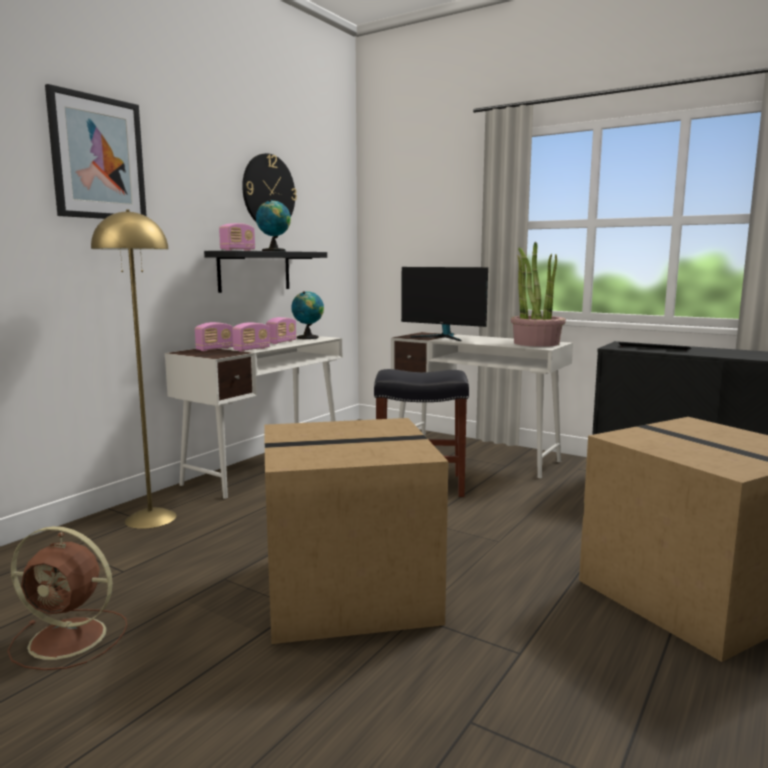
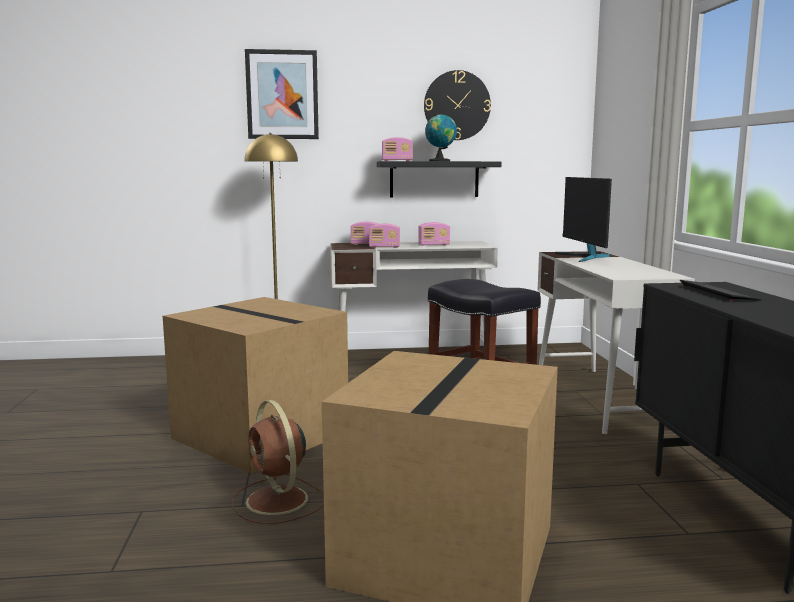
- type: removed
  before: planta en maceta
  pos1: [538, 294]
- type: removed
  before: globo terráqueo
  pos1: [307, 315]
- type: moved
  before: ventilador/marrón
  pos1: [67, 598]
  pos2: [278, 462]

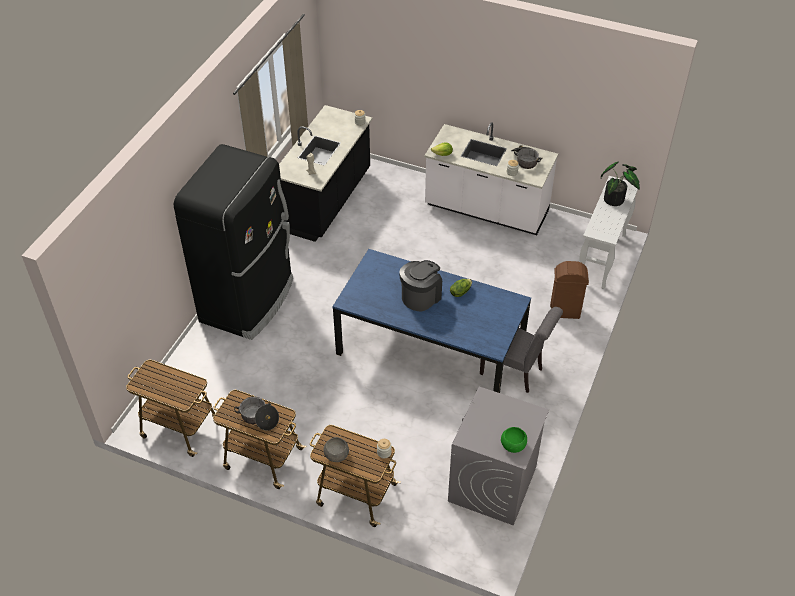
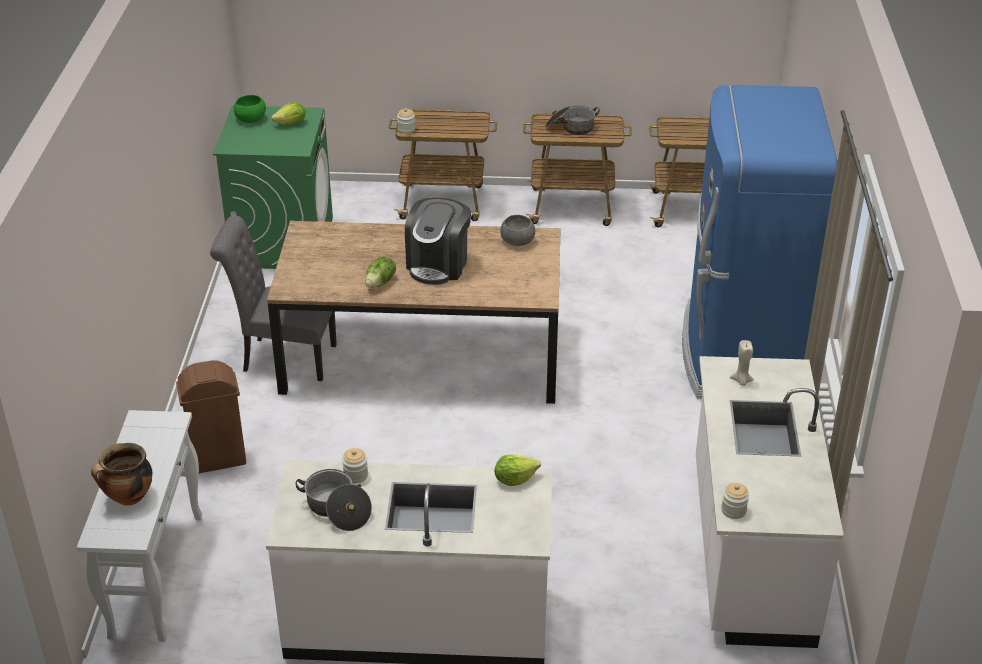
- type: recoloured
  before: mueble bajo de cocina/negro
  after: mueble bajo de cocina/blanco
  pos1: [325, 173]
  pos2: [770, 502]
- type: recoloured
  before: nevera/negro
  after: nevera/azul
  pos1: [233, 242]
  pos2: [759, 242]
- type: replaced
  before: planta en maceta
  after: olla
  pos1: [620, 184]
  pos2: [121, 474]
- type: recoloured
  before: mesa de comedor/azul
  after: mesa de comedor/marrón
  pos1: [431, 321]
  pos2: [414, 312]
- type: recoloured
  before: lavadora/gris
  after: lavadora/verde
  pos1: [498, 456]
  pos2: [273, 187]
- type: moved
  before: cuenco/gris
  pos1: [336, 449]
  pos2: [517, 230]
- type: added
  after: lechuga
  pos2: [288, 113]

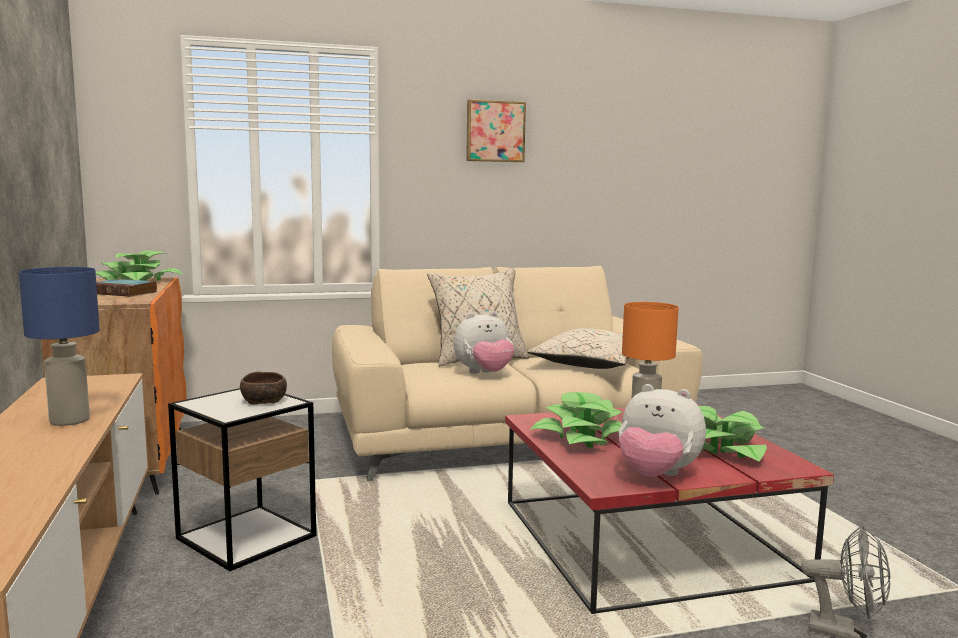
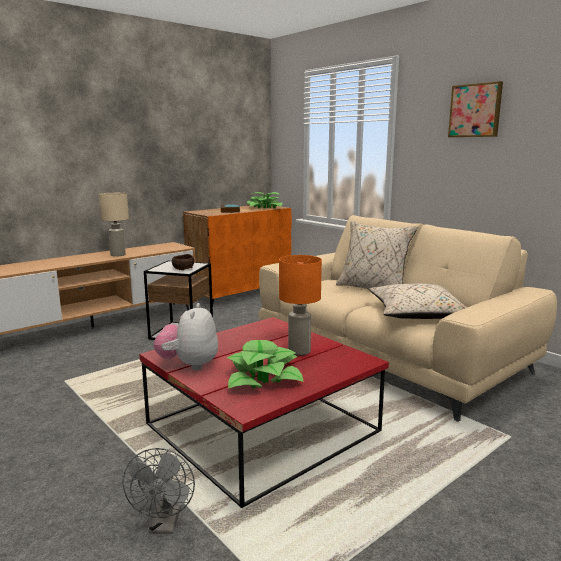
- type: recoloured
  before: lámpara de mesa/azul
  after: lámpara de mesa/beis
  pos1: [59, 346]
  pos2: [114, 225]
- type: removed
  before: peluche
  pos1: [484, 343]
- type: removed
  before: planta en maceta
  pos1: [577, 420]

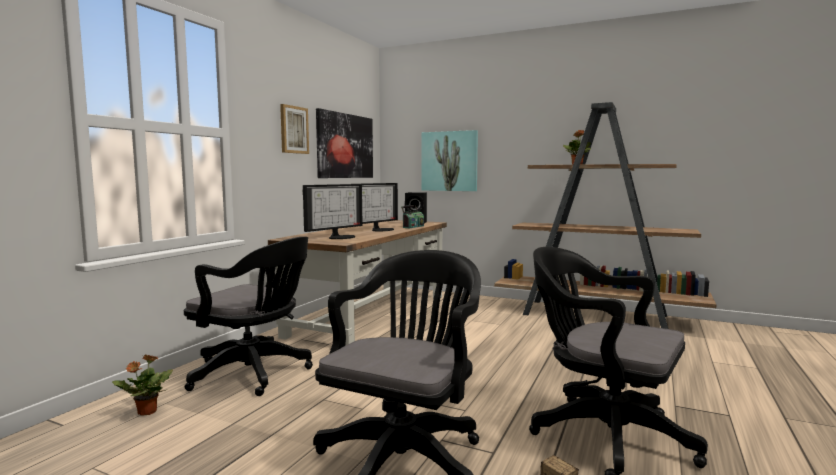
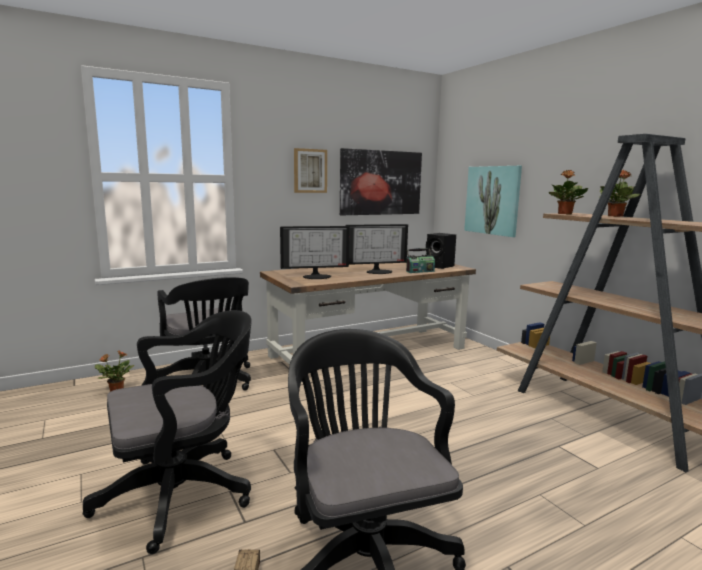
- type: added
  after: planta en maceta
  pos2: [568, 192]

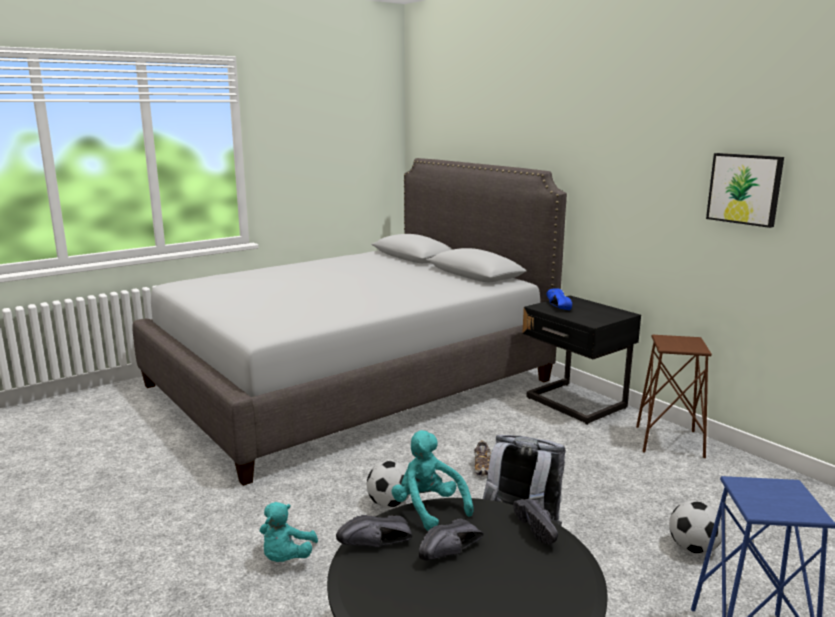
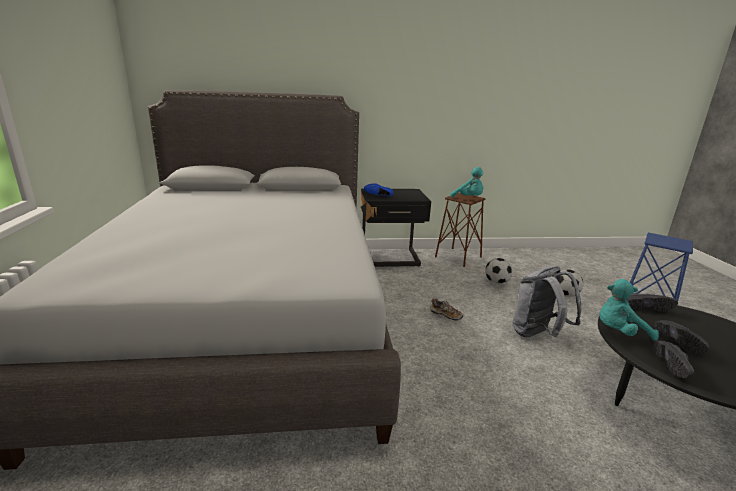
- type: removed
  before: cuadro
  pos1: [745, 190]
- type: moved
  before: balón de fútbol
  pos1: [388, 484]
  pos2: [498, 271]
- type: moved
  before: peluche/turquesa
  pos1: [289, 532]
  pos2: [467, 182]

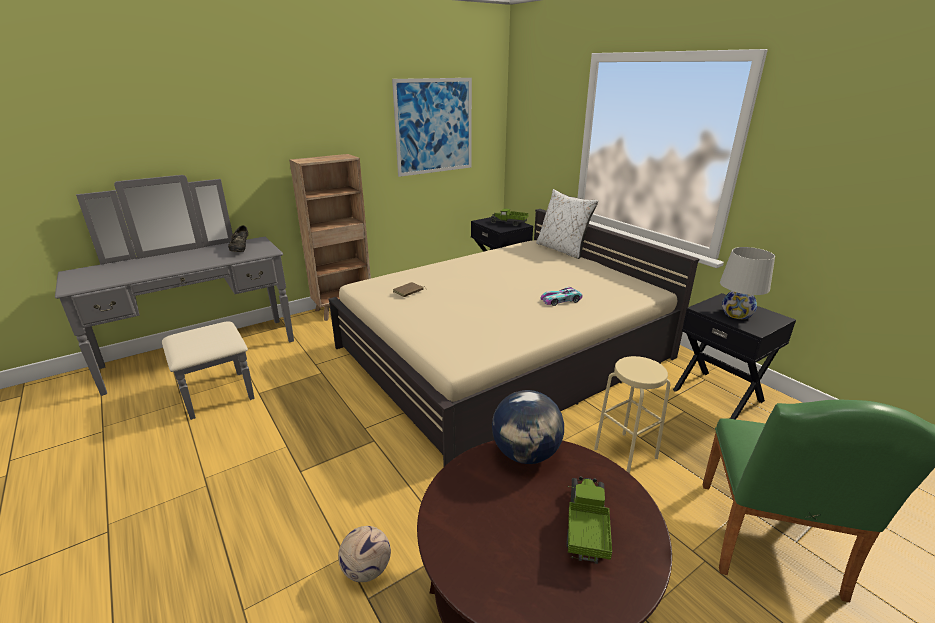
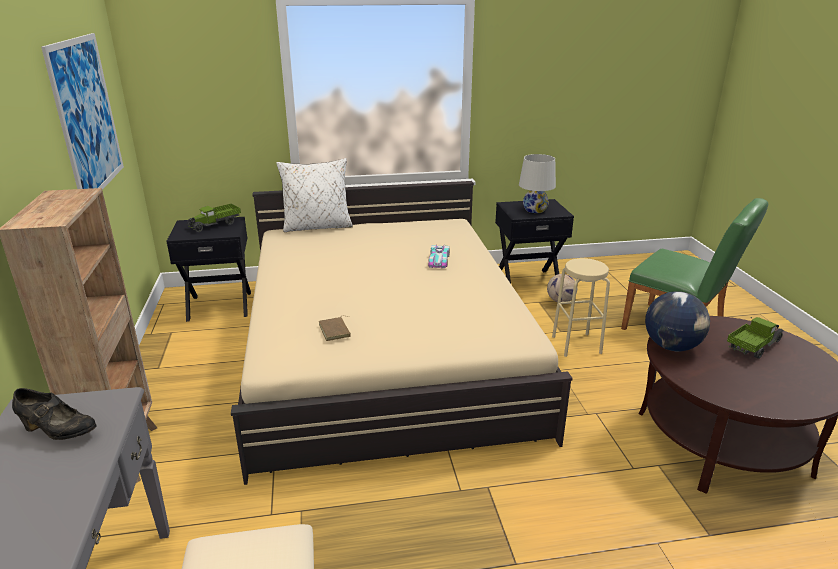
- type: turned
  before: camión de juguete
  pos1: [589, 520]
  pos2: [755, 338]
  turn: 105
- type: moved
  before: balón de fútbol
  pos1: [364, 554]
  pos2: [562, 288]

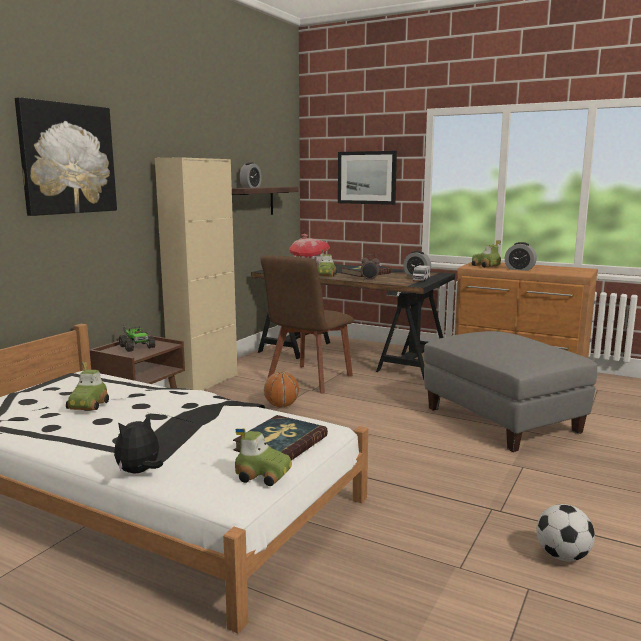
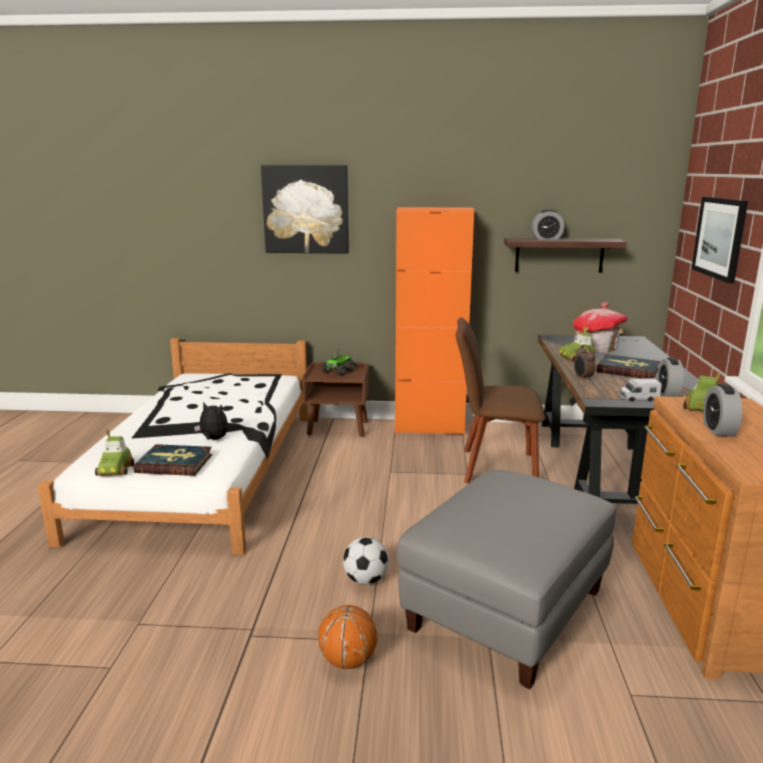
- type: recoloured
  before: armario/beis
  after: armario/naranja
  pos1: [196, 273]
  pos2: [434, 321]
- type: removed
  before: coche de juguete
  pos1: [87, 386]
- type: moved
  before: balón de baloncesto
  pos1: [281, 389]
  pos2: [347, 637]
- type: moved
  before: peluche
  pos1: [138, 444]
  pos2: [211, 421]
- type: moved
  before: balón de fútbol
  pos1: [565, 532]
  pos2: [366, 561]

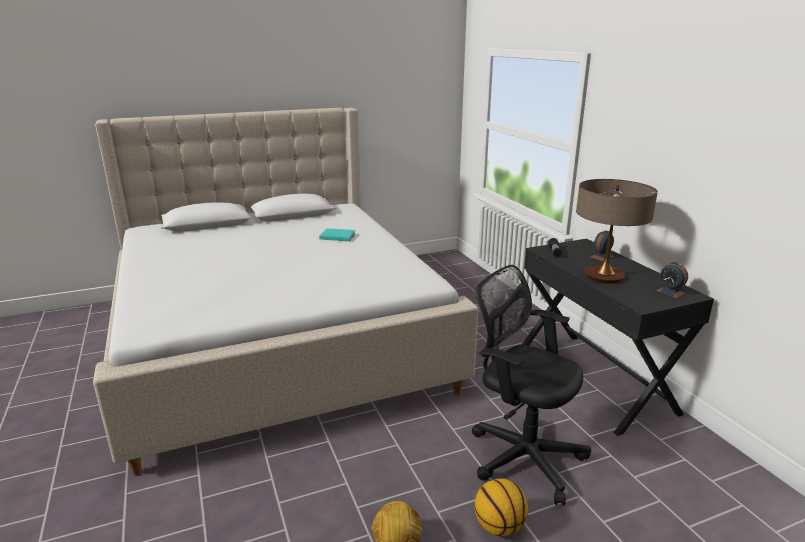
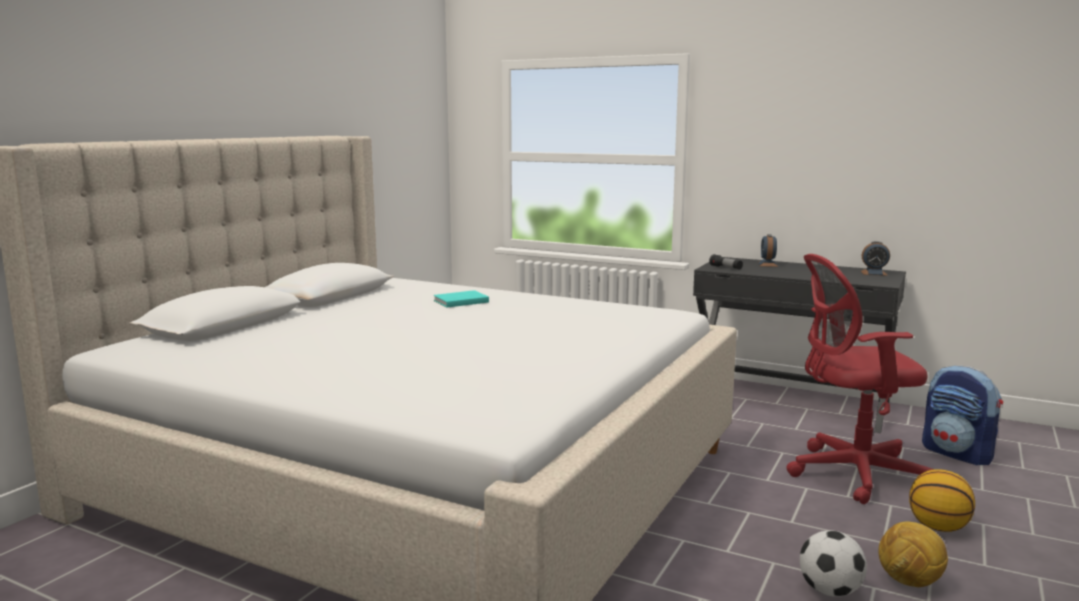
- type: removed
  before: lámpara de mesa
  pos1: [617, 231]
- type: recoloured
  before: silla de oficina/negro
  after: silla de oficina/rojo
  pos1: [531, 385]
  pos2: [860, 379]
- type: added
  after: mochila
  pos2: [962, 415]
- type: added
  after: balón de fútbol
  pos2: [833, 563]

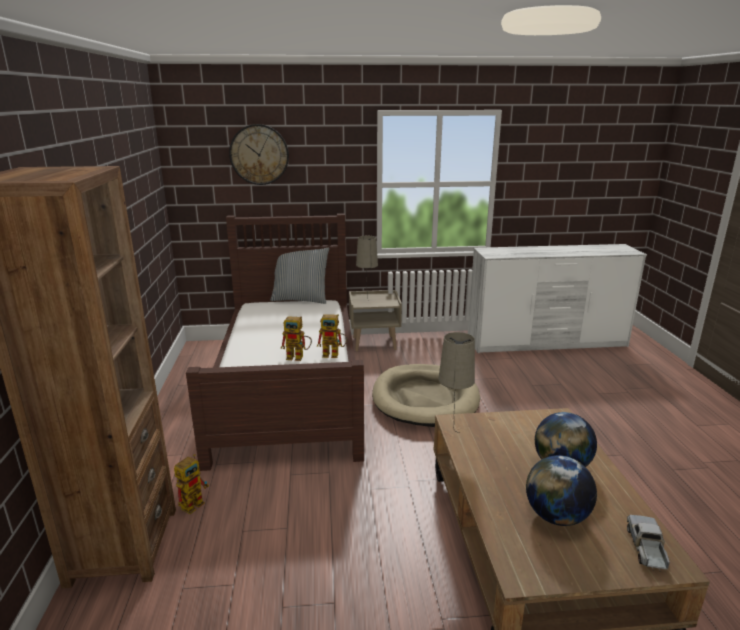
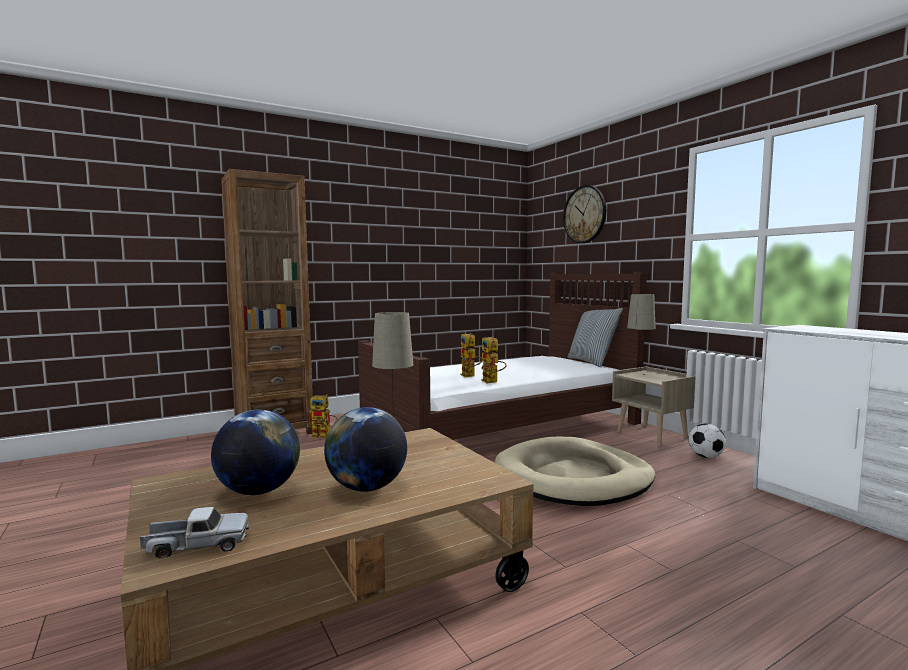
- type: added
  after: balón de fútbol
  pos2: [707, 441]

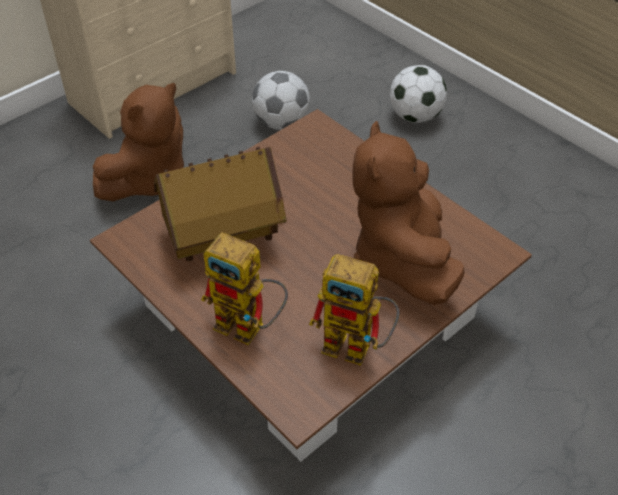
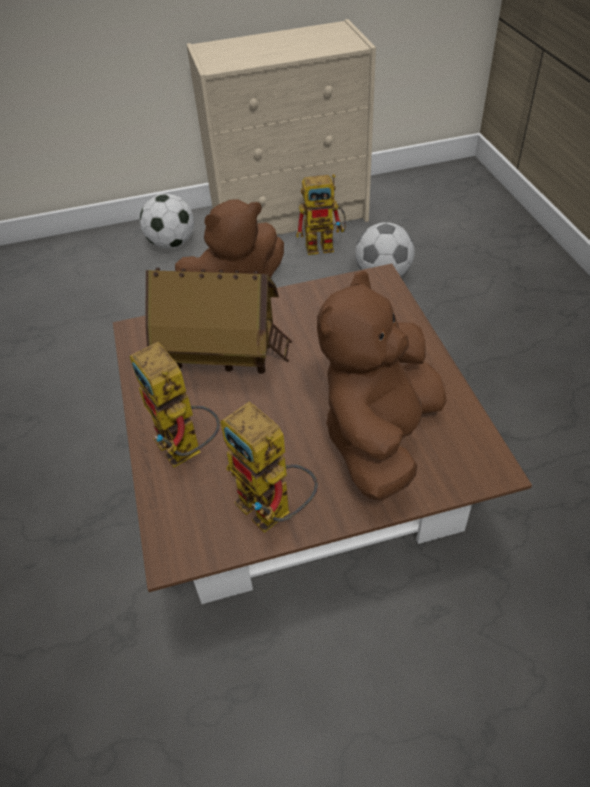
- type: moved
  before: balón de fútbol
  pos1: [418, 94]
  pos2: [167, 221]
- type: added
  after: robot de juguete
  pos2: [321, 214]

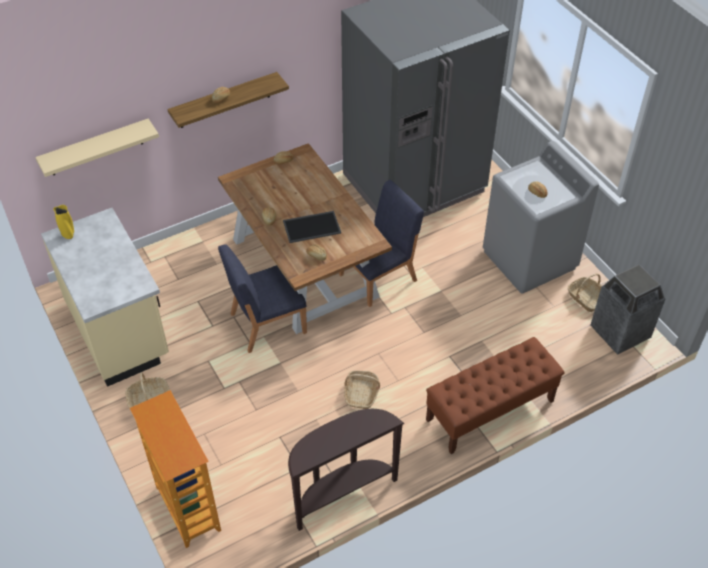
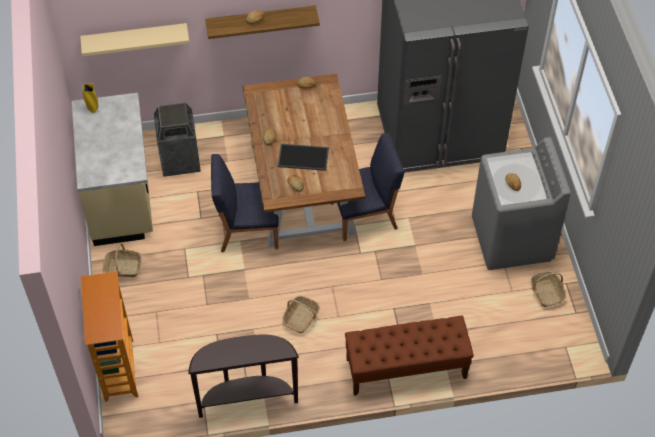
- type: moved
  before: papelera
  pos1: [628, 309]
  pos2: [177, 140]

